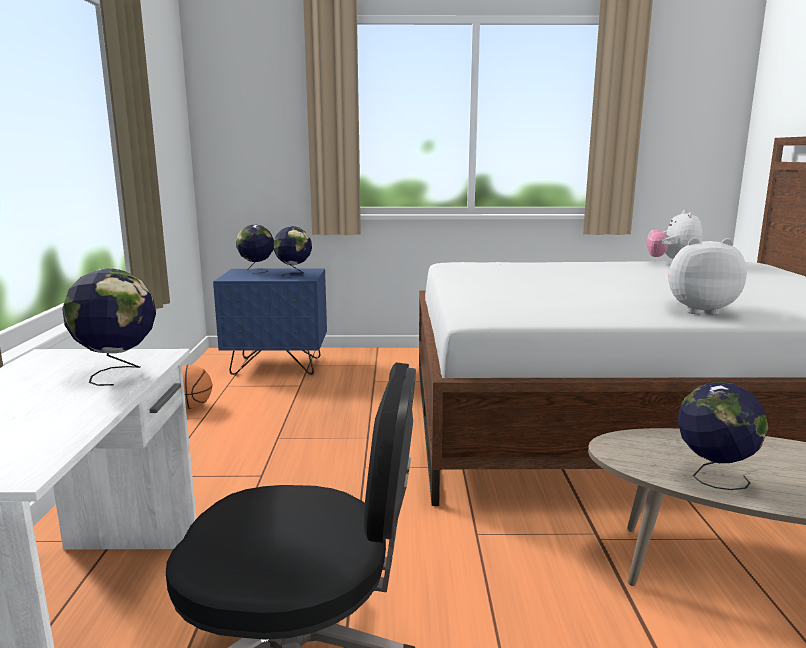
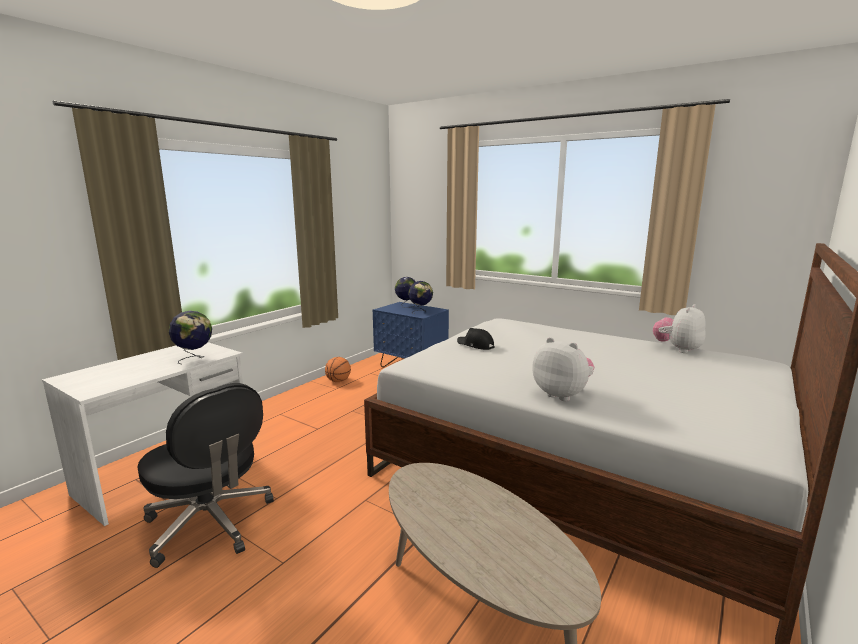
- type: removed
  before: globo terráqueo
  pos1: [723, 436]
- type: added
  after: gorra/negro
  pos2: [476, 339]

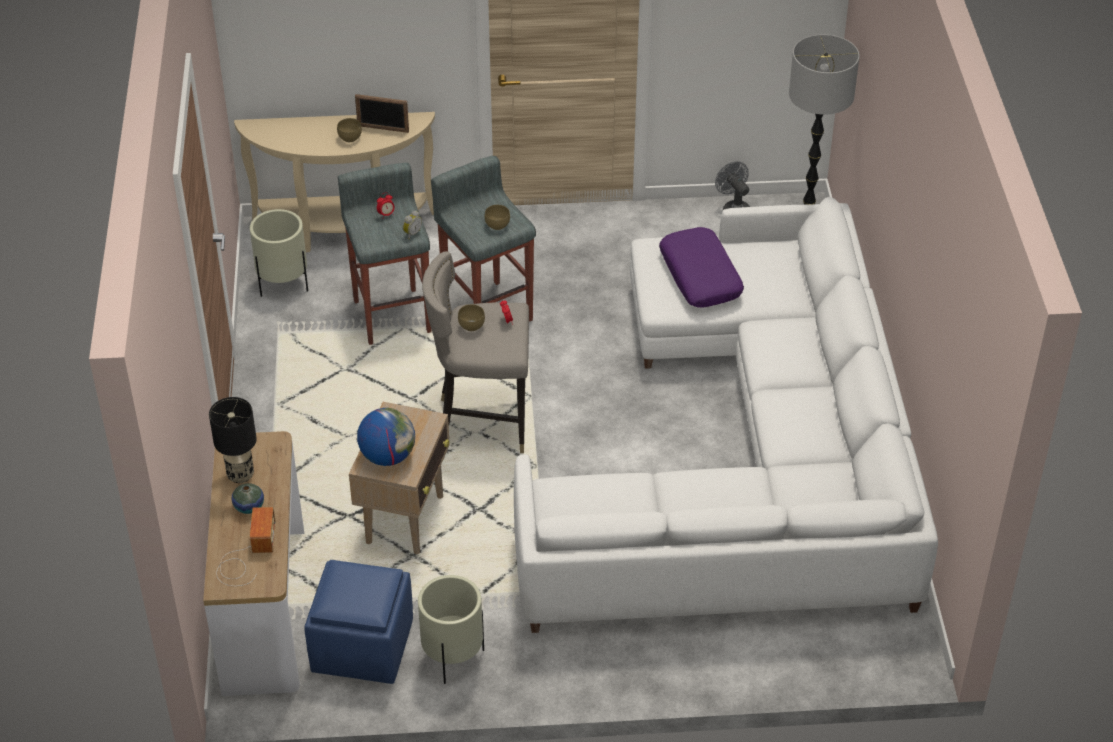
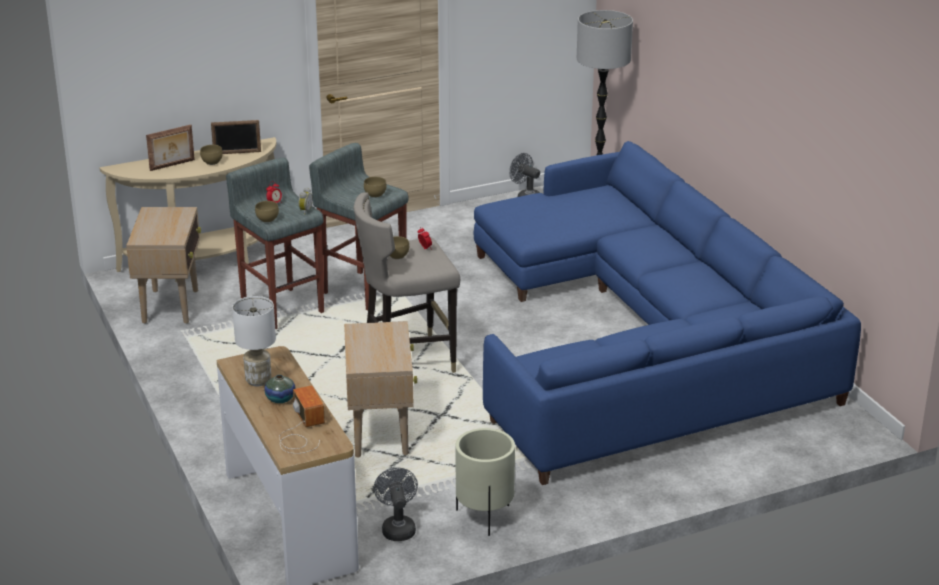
- type: recoloured
  before: sofá/blanco
  after: sofá/azul
  pos1: [726, 415]
  pos2: [667, 313]
- type: replaced
  before: maceta/beis
  after: mesa auxiliar/beis
  pos1: [279, 253]
  pos2: [163, 265]
- type: removed
  before: cojín/morado
  pos1: [701, 267]
- type: recoloured
  before: lámpara de mesa/negro
  after: lámpara de mesa/blanco
  pos1: [233, 440]
  pos2: [254, 341]
- type: removed
  before: globo terráqueo
  pos1: [386, 437]
- type: replaced
  before: puf/azul
  after: ventilador/gris
  pos1: [358, 622]
  pos2: [396, 504]
- type: added
  after: portarretratos
  pos2: [170, 148]
- type: added
  after: cuenco/marrón
  pos2: [267, 212]

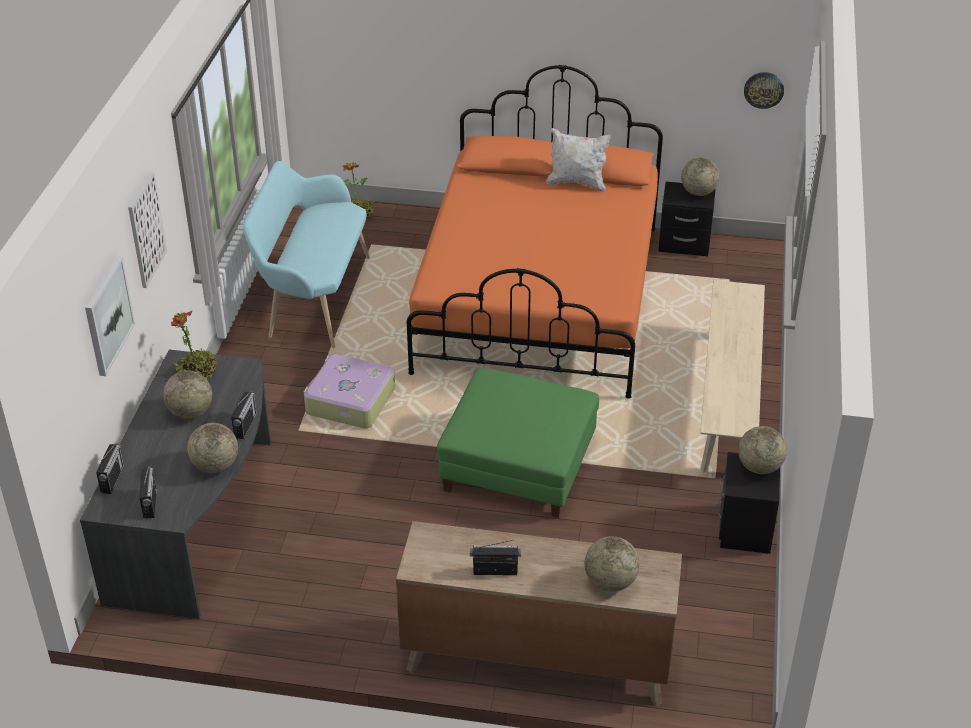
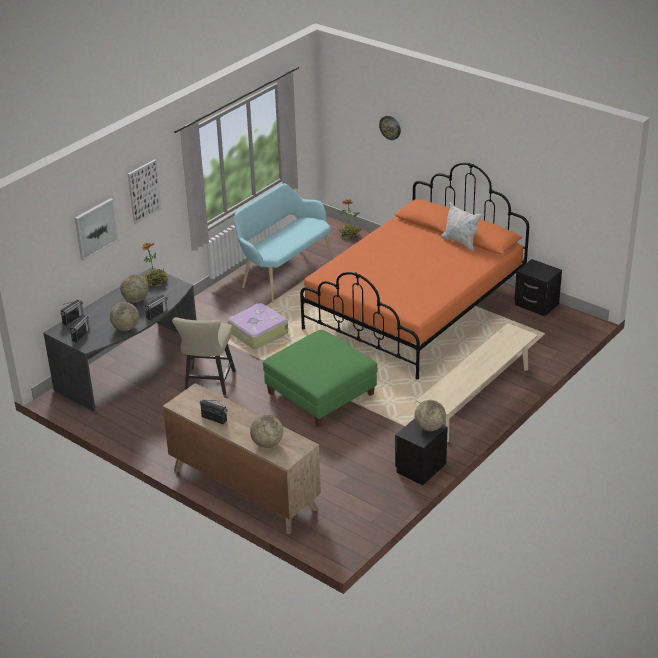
- type: moved
  before: reloj de pared
  pos1: [764, 90]
  pos2: [390, 128]
- type: removed
  before: globo terráqueo
  pos1: [700, 176]
- type: added
  after: silla/beis
  pos2: [204, 356]

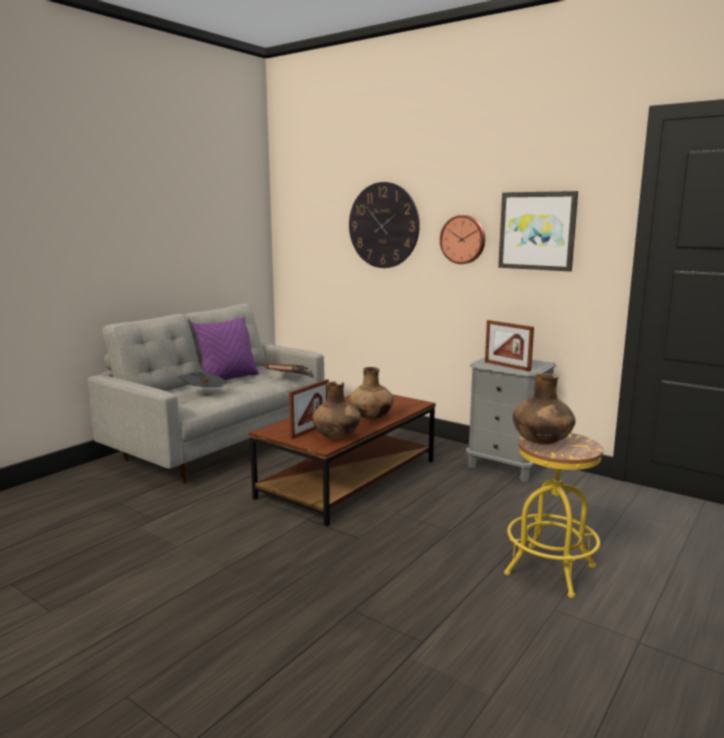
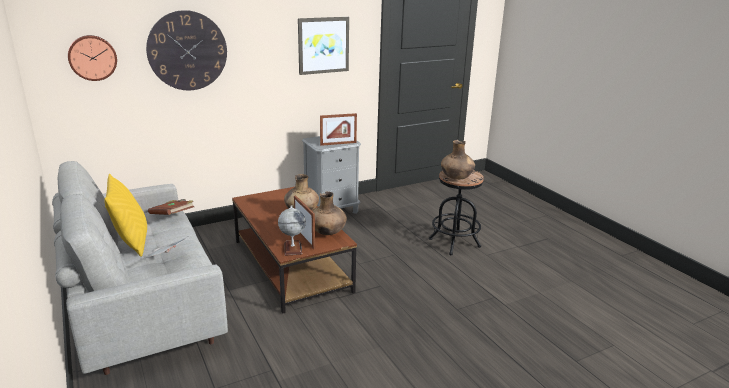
- type: moved
  before: reloj de pared
  pos1: [462, 239]
  pos2: [92, 58]
- type: recoloured
  before: cojín/morado
  after: cojín/amarillo
  pos1: [225, 348]
  pos2: [126, 215]
- type: recoloured
  before: taburete/amarillo
  after: taburete/negro
  pos1: [553, 515]
  pos2: [456, 212]
- type: added
  after: globo terráqueo
  pos2: [292, 231]

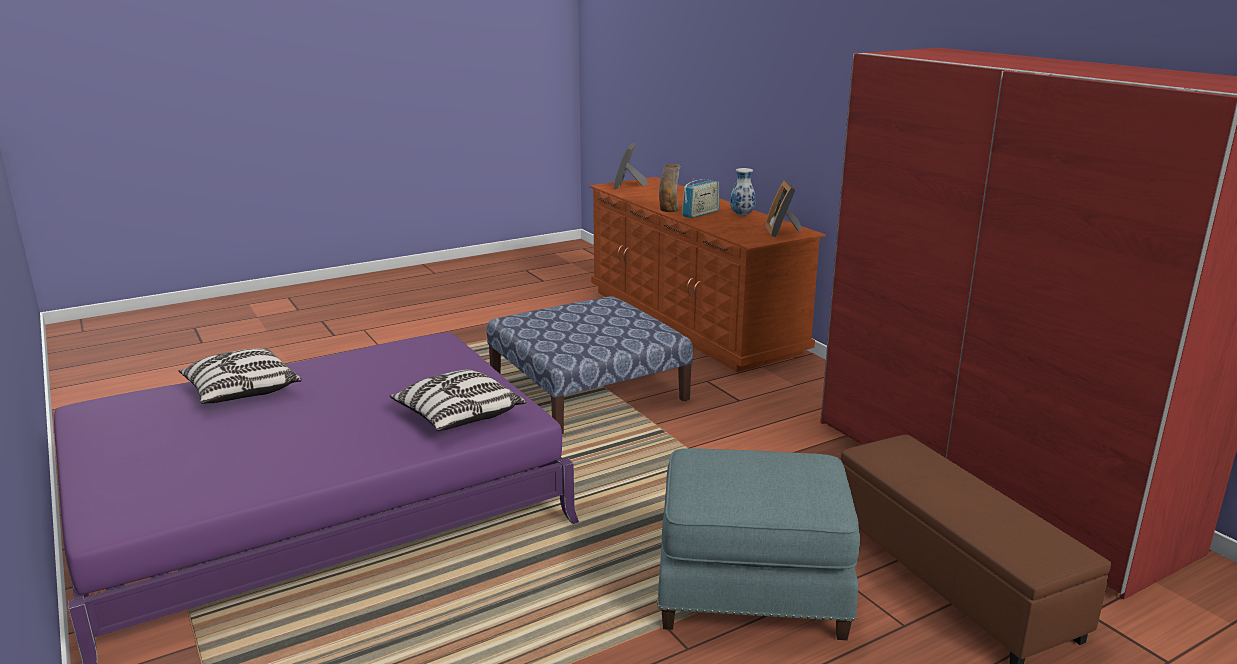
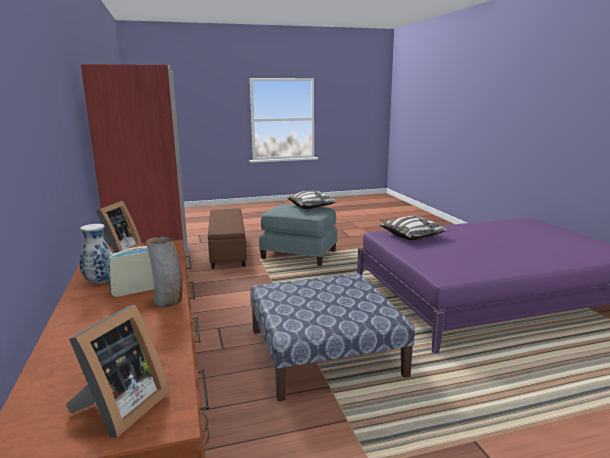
- type: moved
  before: cojín
  pos1: [240, 376]
  pos2: [312, 200]

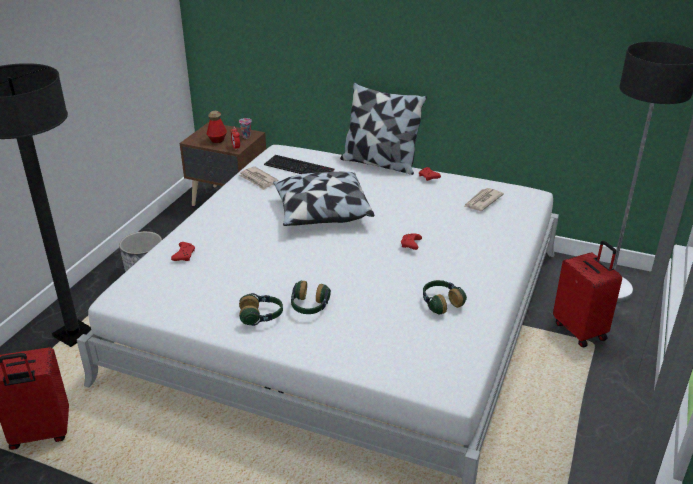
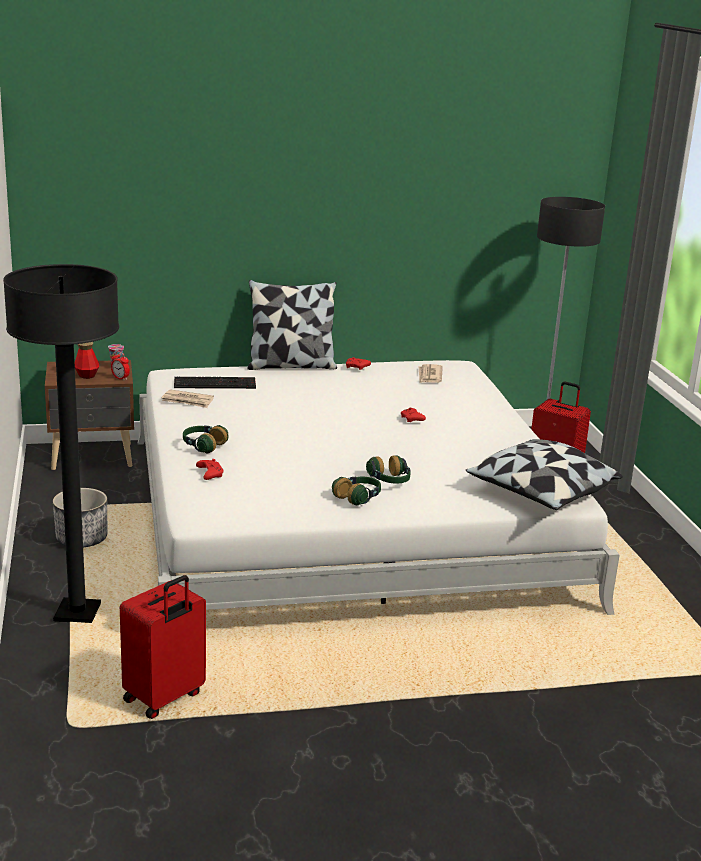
- type: moved
  before: cojín
  pos1: [324, 198]
  pos2: [544, 474]
- type: moved
  before: auriculares
  pos1: [445, 297]
  pos2: [205, 439]

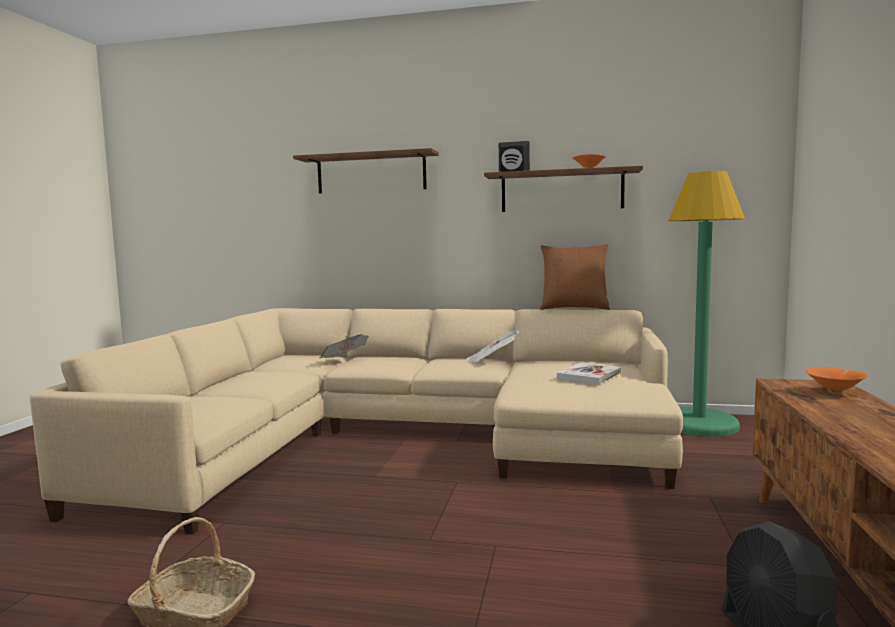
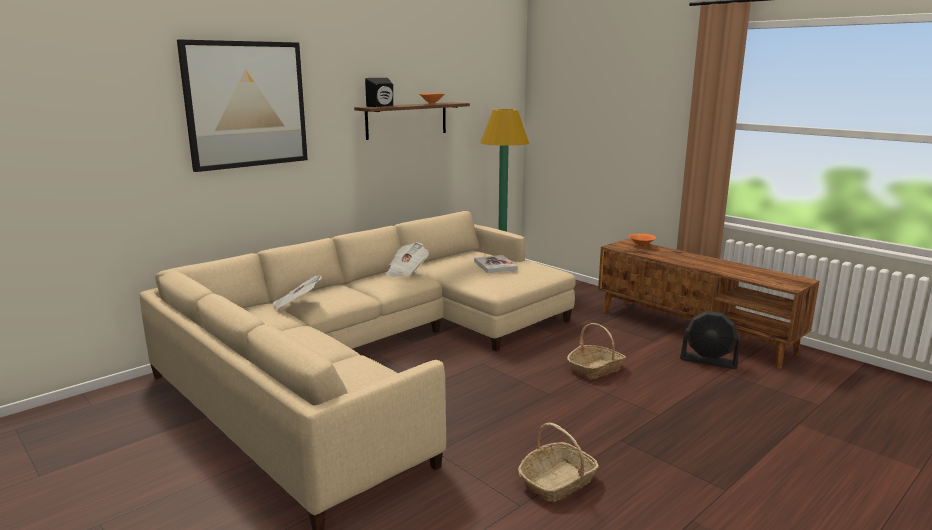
- type: replaced
  before: estante/marrón
  after: cuadro
  pos1: [366, 170]
  pos2: [242, 105]
- type: removed
  before: cojín/marrón
  pos1: [575, 277]
- type: added
  after: cesta
  pos2: [596, 351]

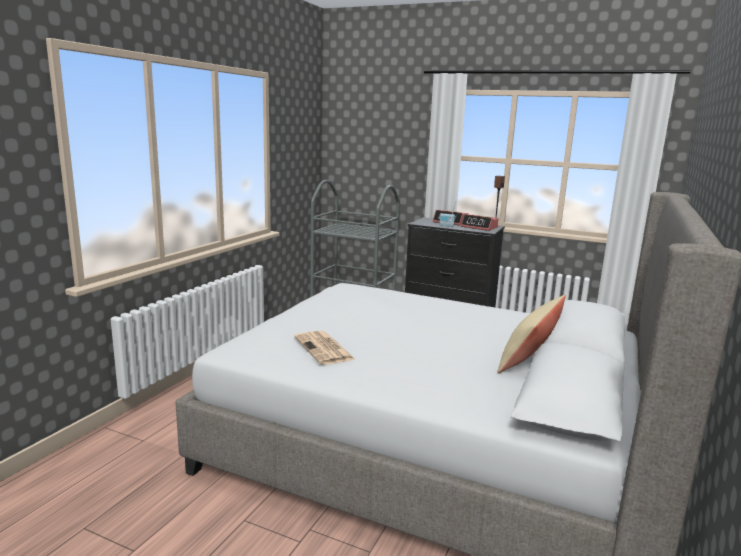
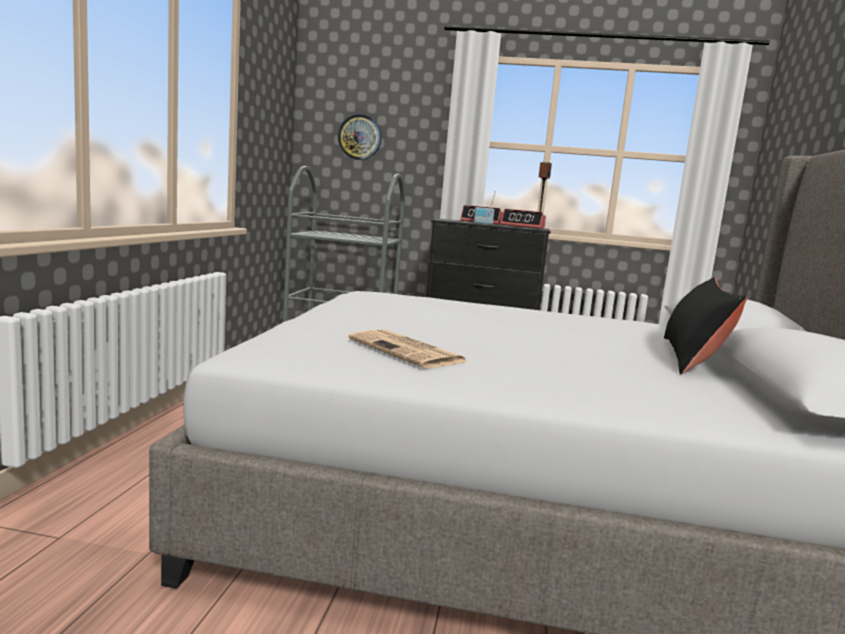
- type: recoloured
  before: cojín/beis
  after: cojín/negro
  pos1: [531, 334]
  pos2: [705, 325]
- type: added
  after: reloj de pared
  pos2: [359, 137]

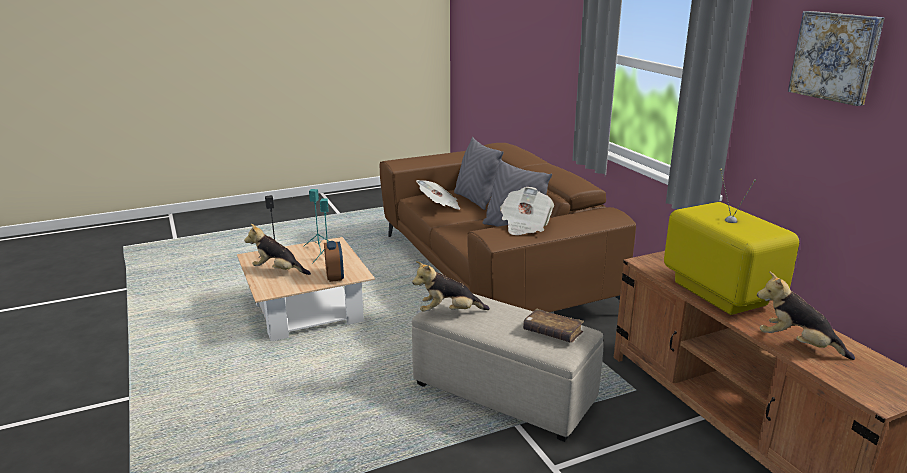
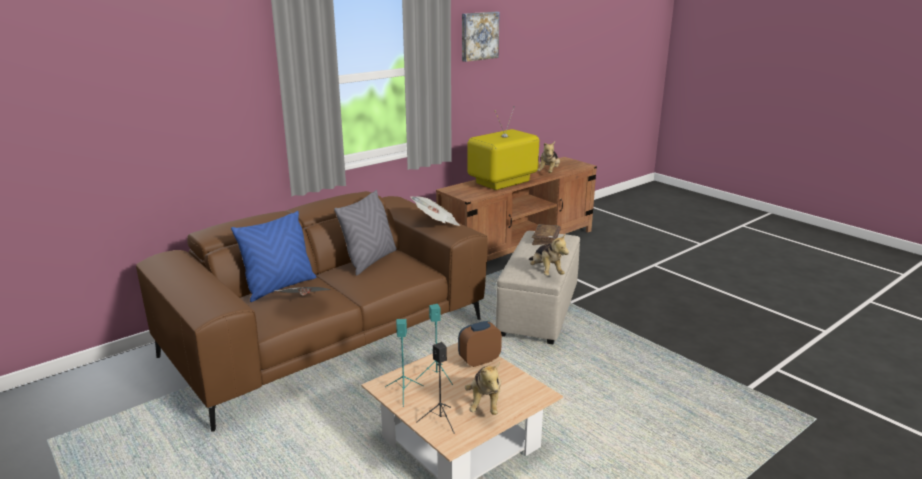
- type: recoloured
  before: cojín/gris
  after: cojín/azul
  pos1: [479, 173]
  pos2: [273, 256]

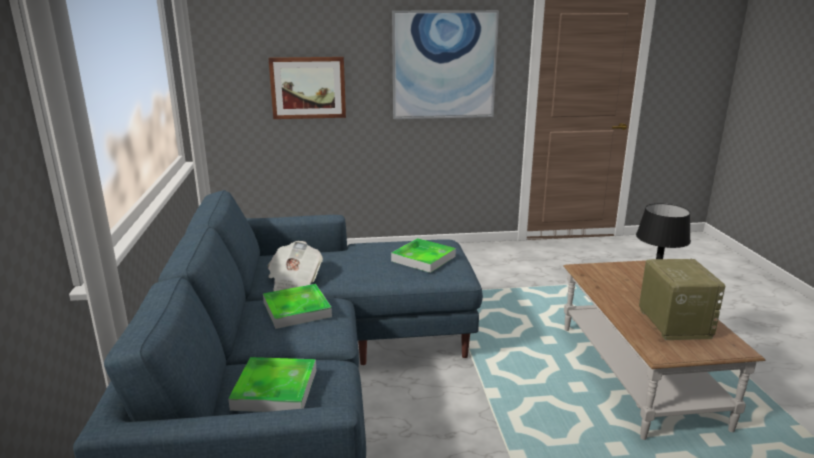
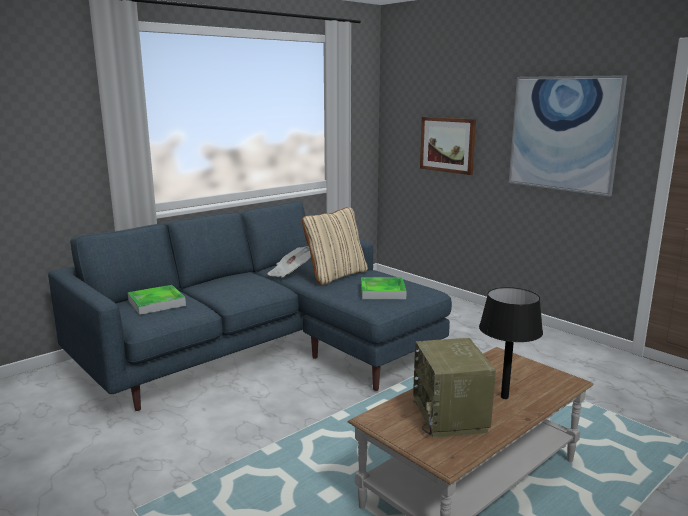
- type: turned
  before: radio
  pos1: [682, 299]
  pos2: [454, 388]
  turn: 120
- type: removed
  before: bandeja
  pos1: [297, 306]
- type: added
  after: cojín/beis
  pos2: [335, 246]

